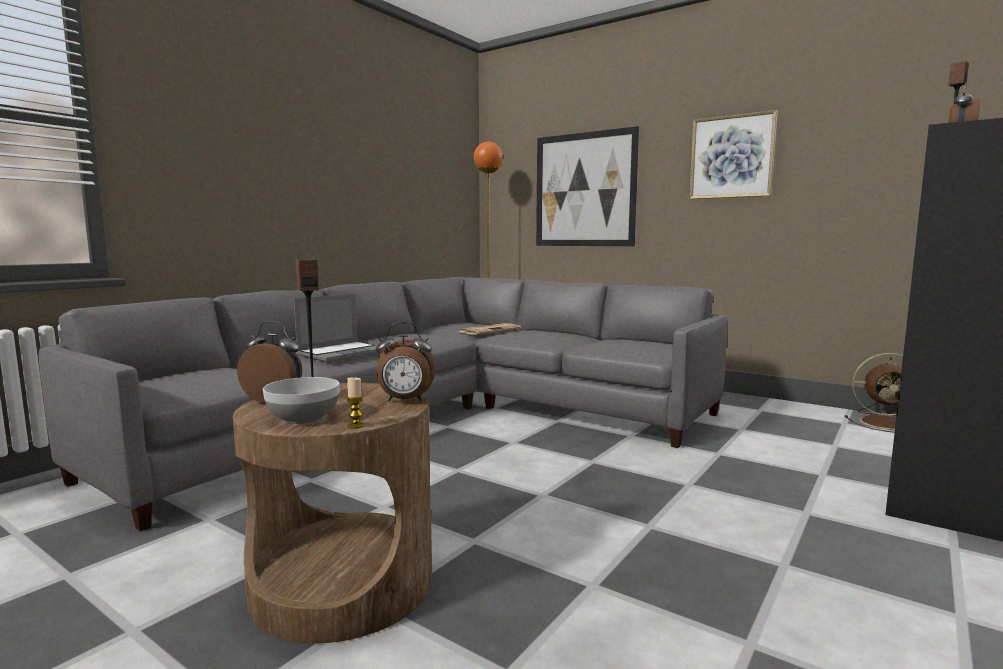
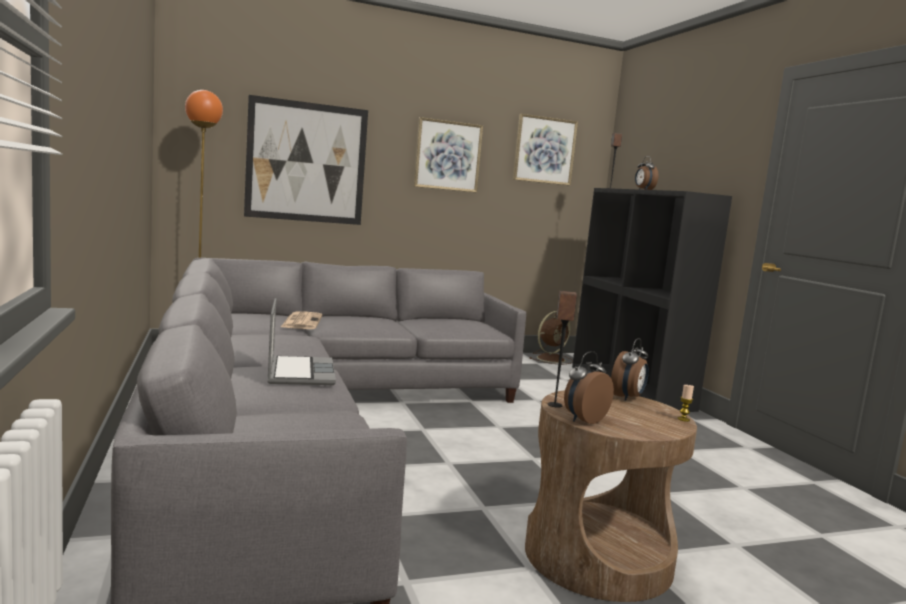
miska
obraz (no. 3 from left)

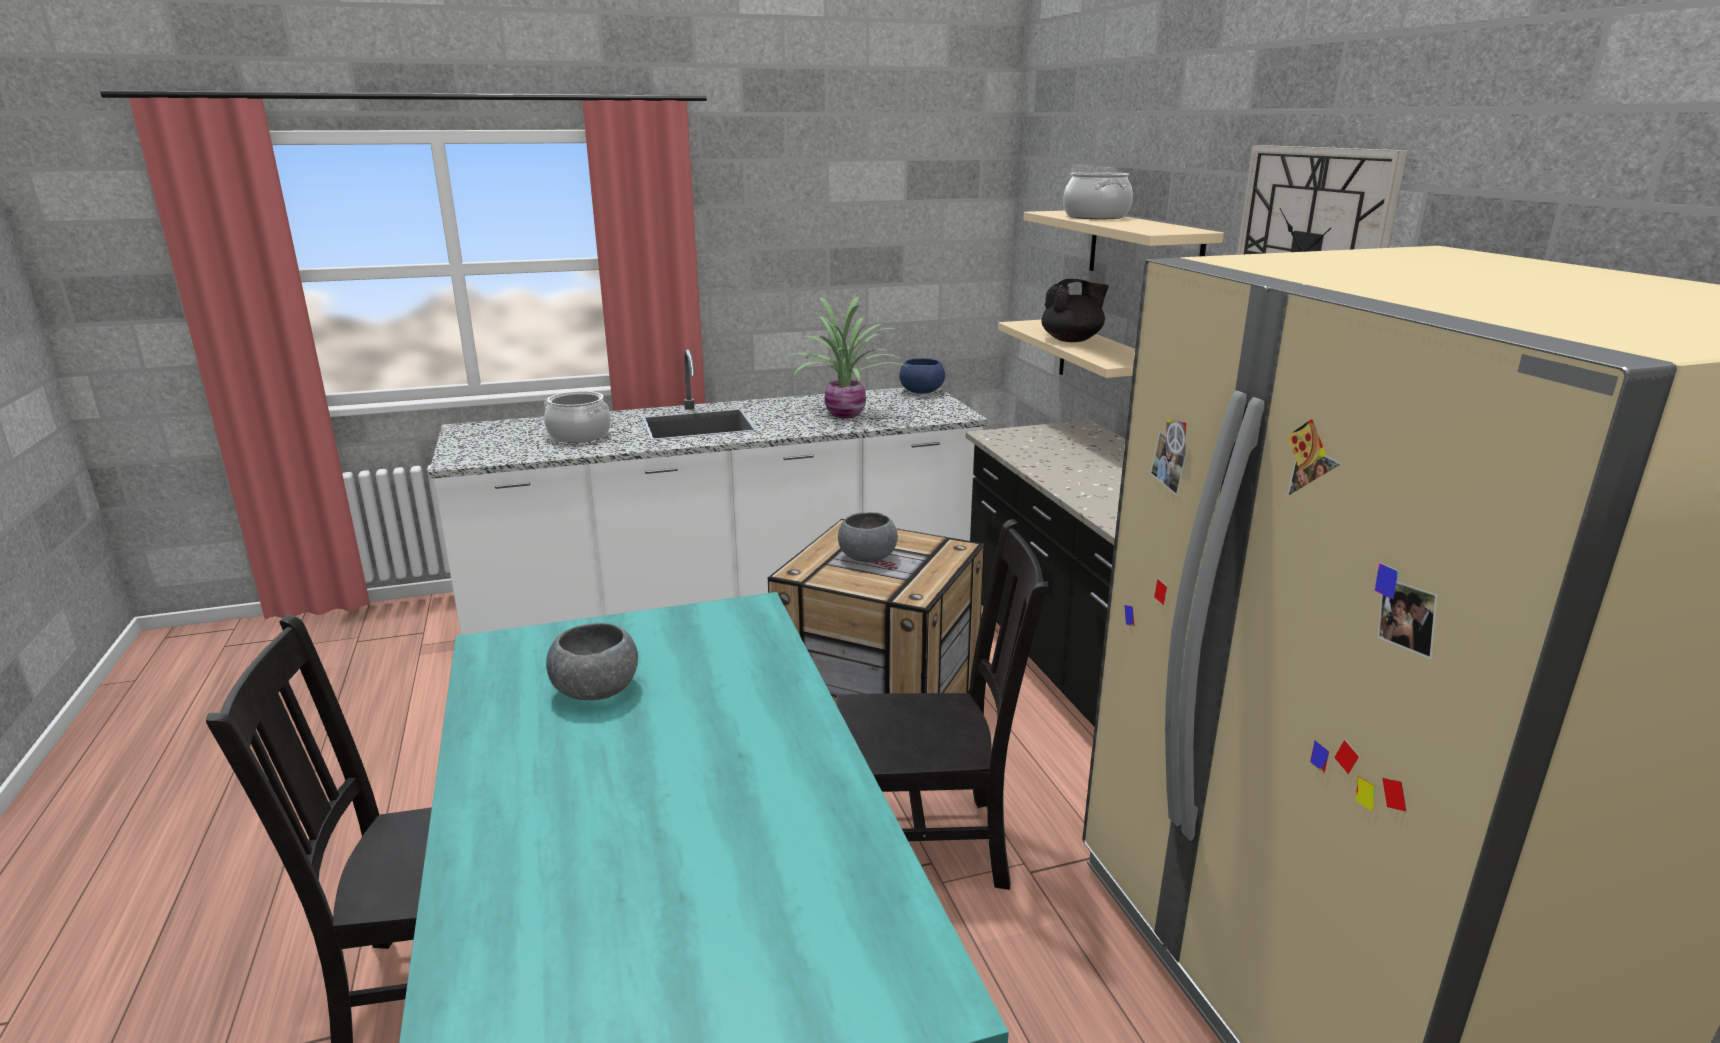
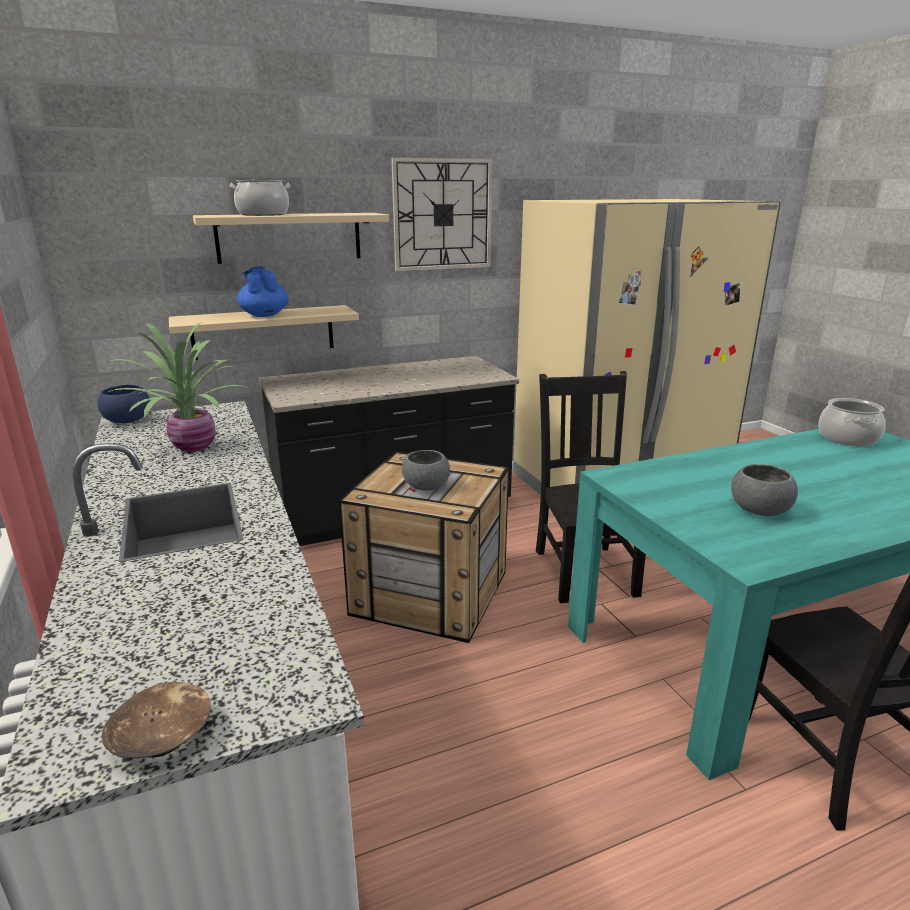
imbryk [niebieski]
garnek (no. 2 from left)
miska [brązowy]

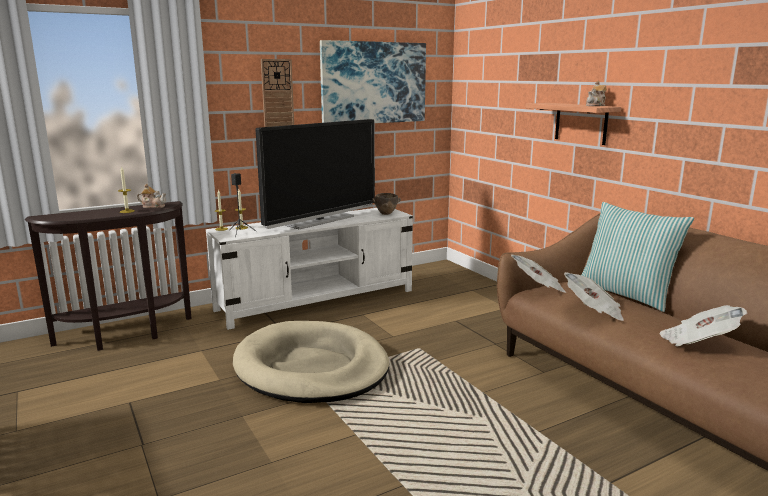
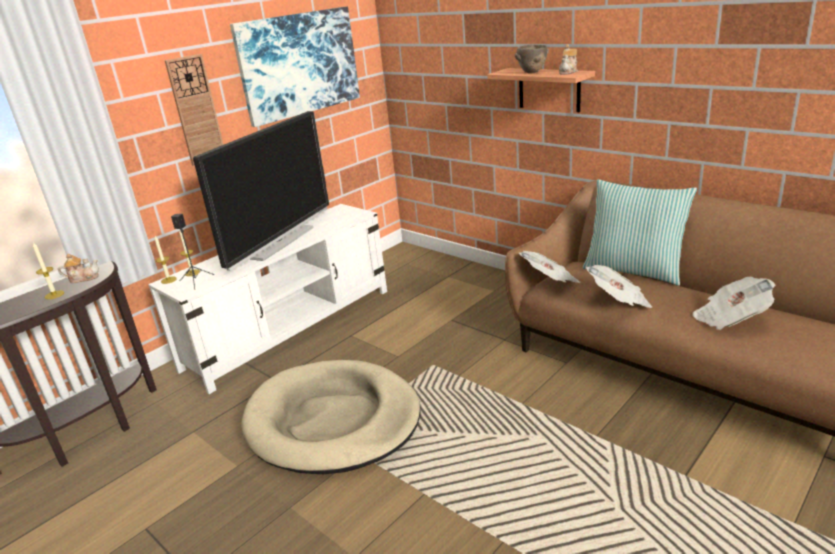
miska [brązowy]

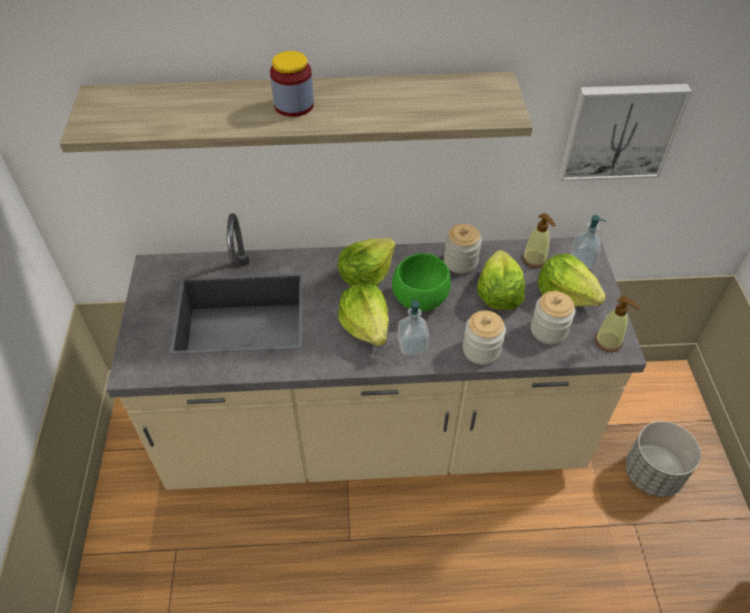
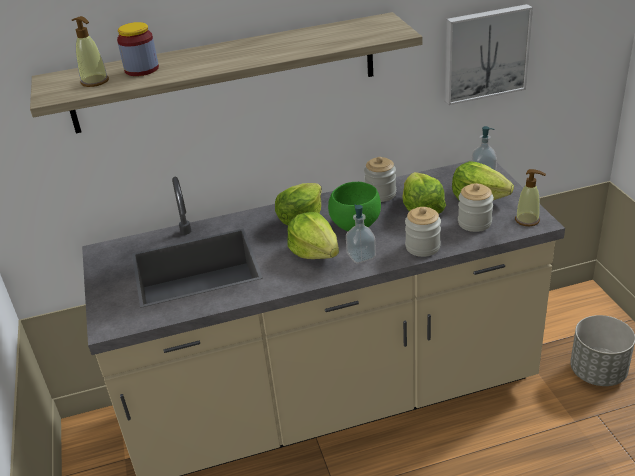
słoik (no. 1 from left)
dozownik mydła (no. 1 from left)

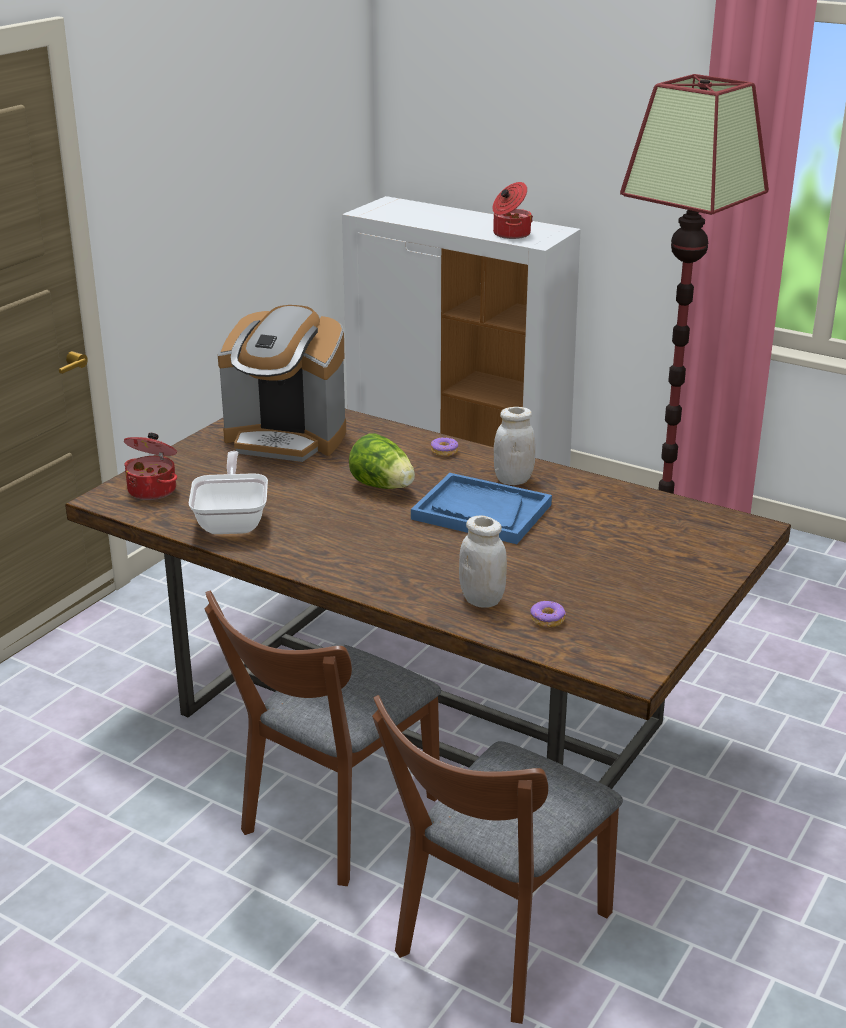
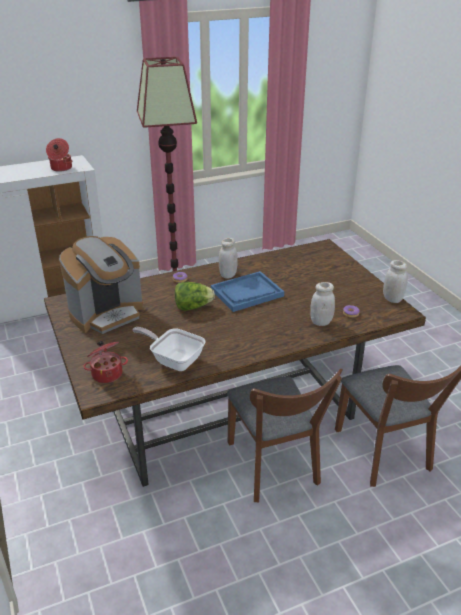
słoik [biały] (no. 3 from left)

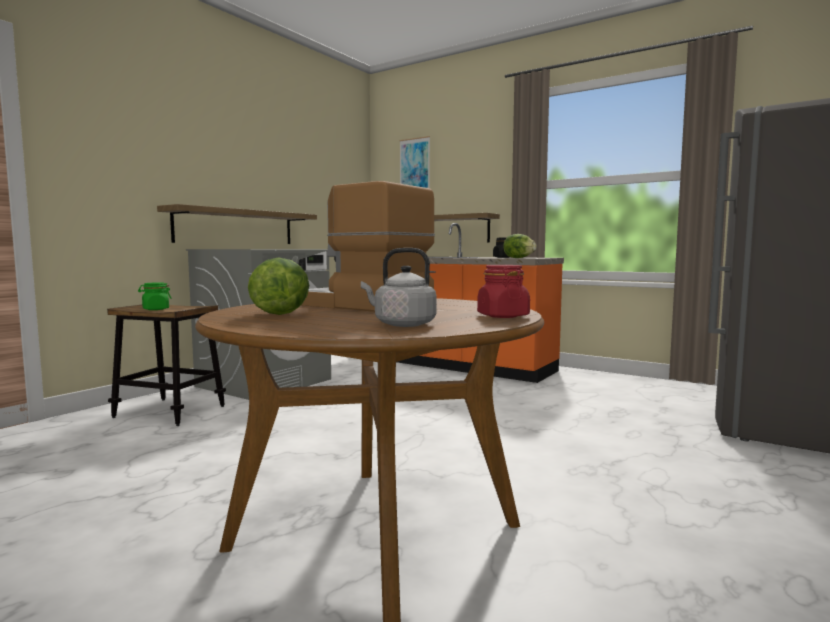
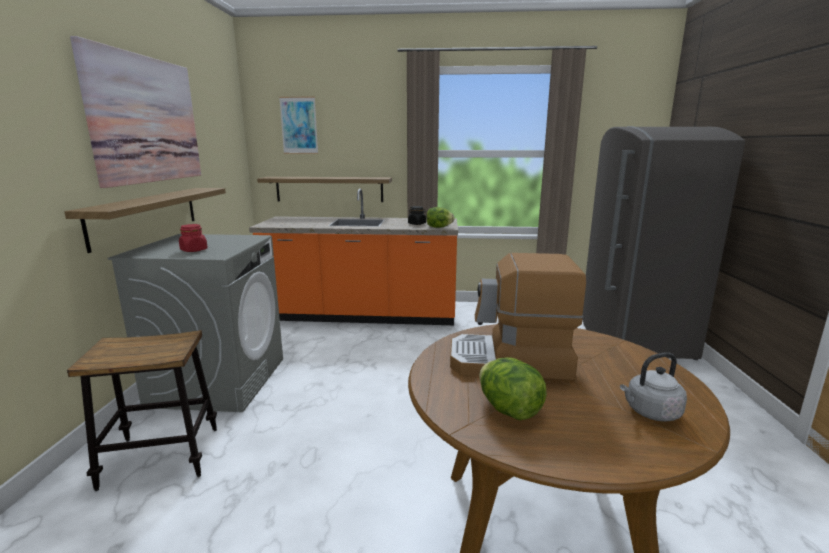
słoik [czerwony]
słoik [zielony]
obraz (no. 1 from left)

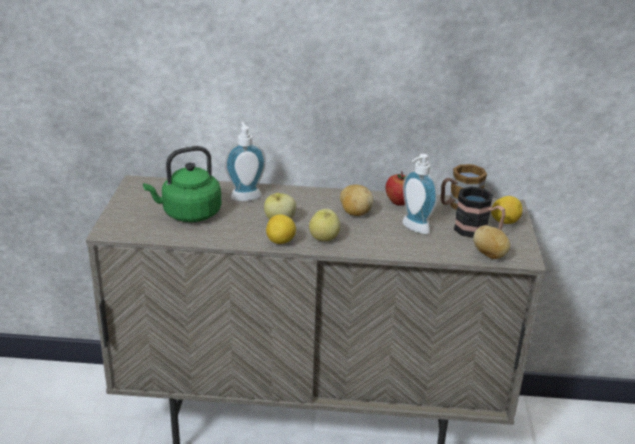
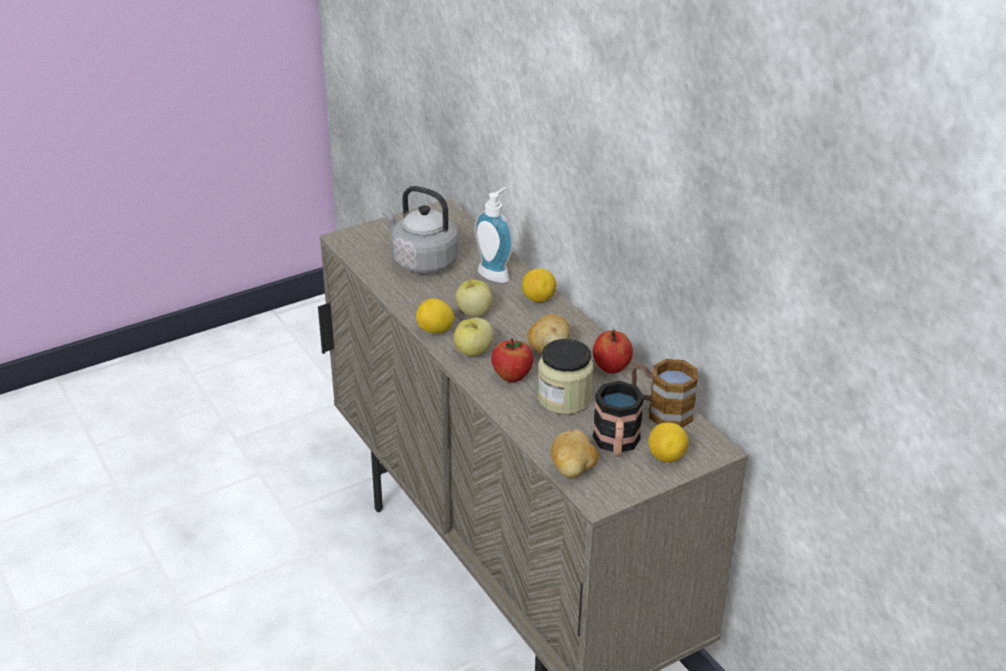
czajnik [szary]
słoik
cytryna (no. 2 from left)
jabłko (no. 3 from left)

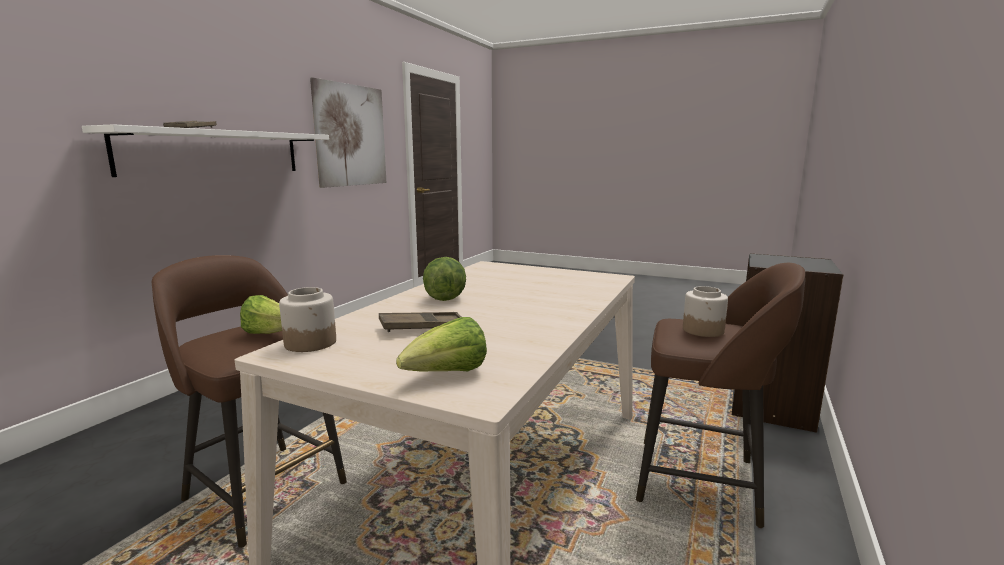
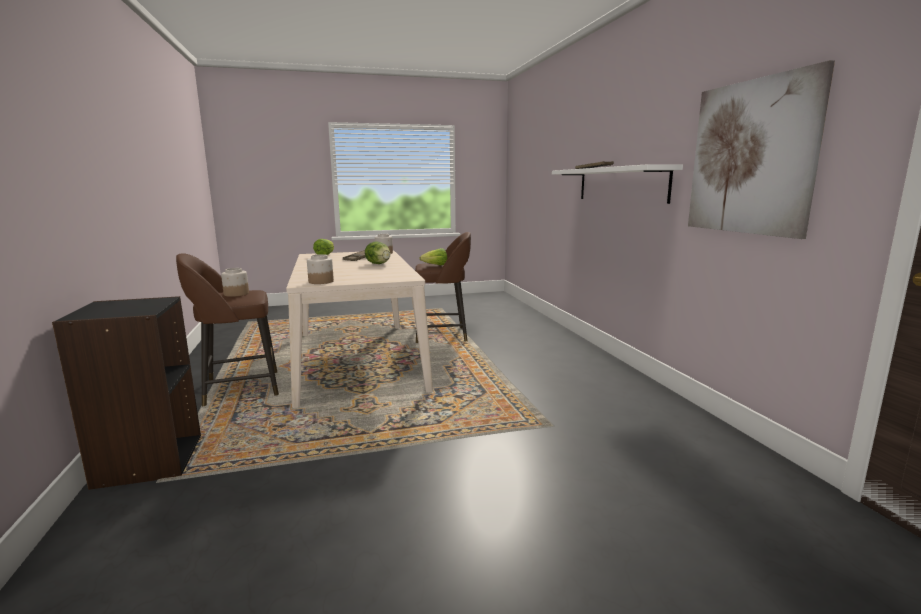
słoik (no. 2 from left)

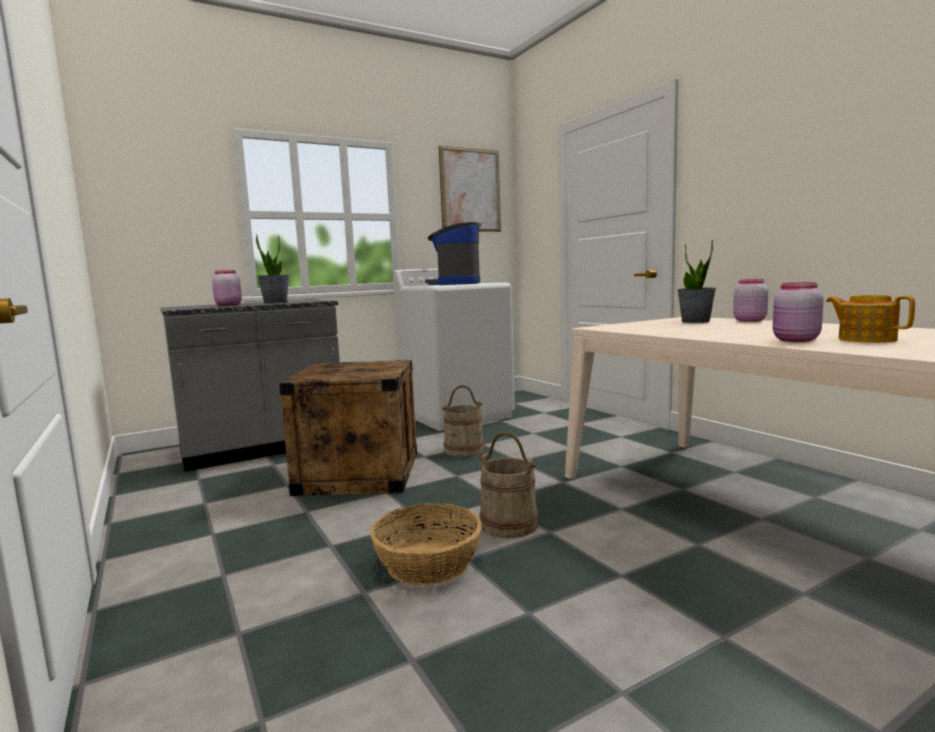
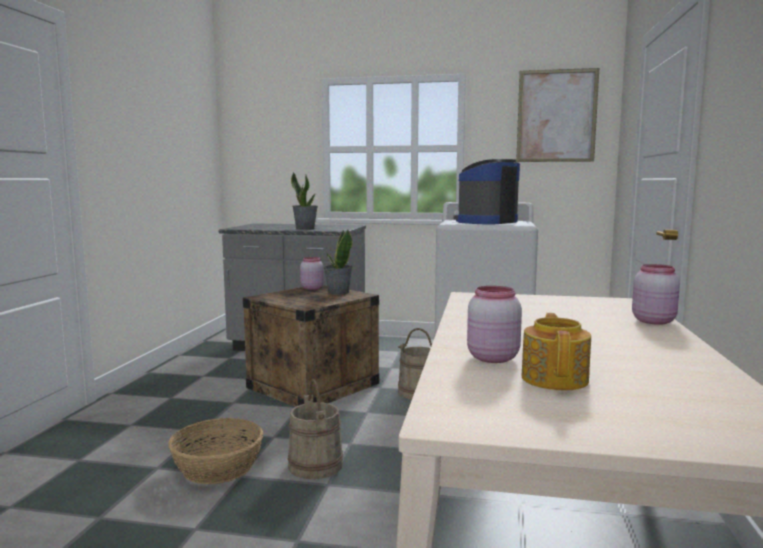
roślina doniczkowa (no. 2 from left)
słoik [różowy] (no. 1 from left)

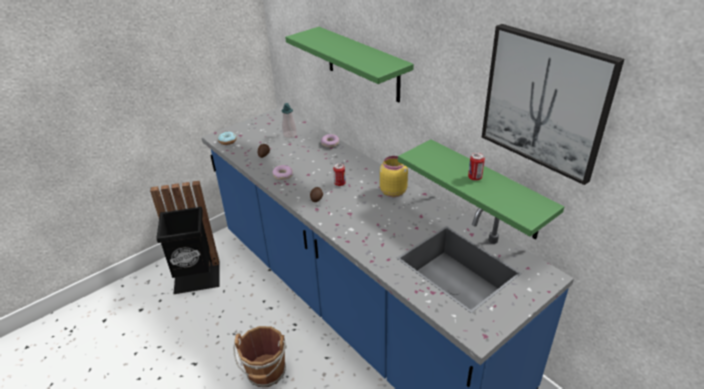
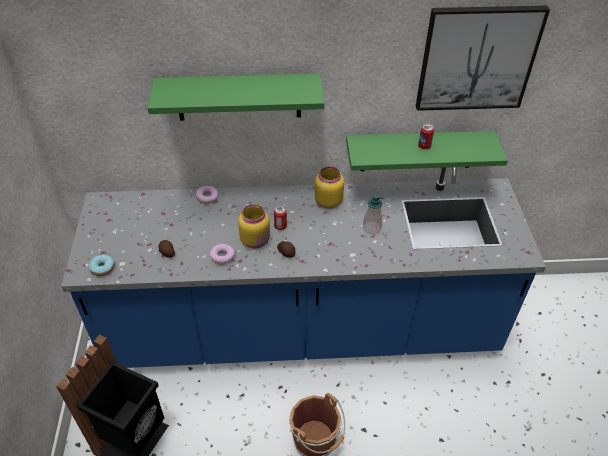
dozownik mydła
słoik [żółty] (no. 1 from left)

